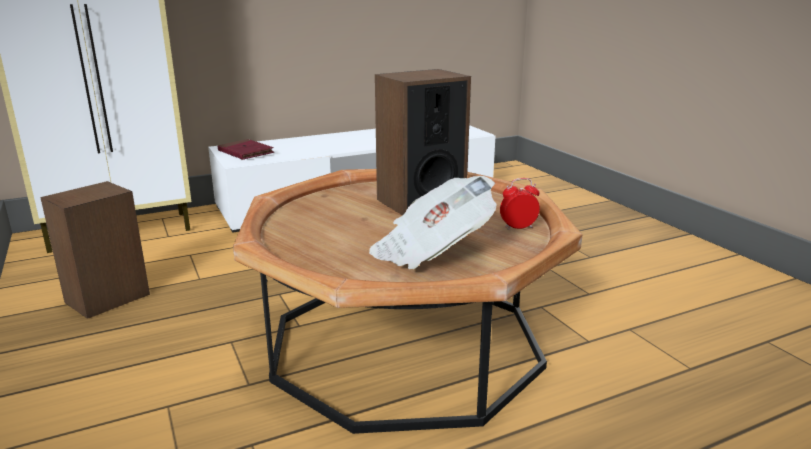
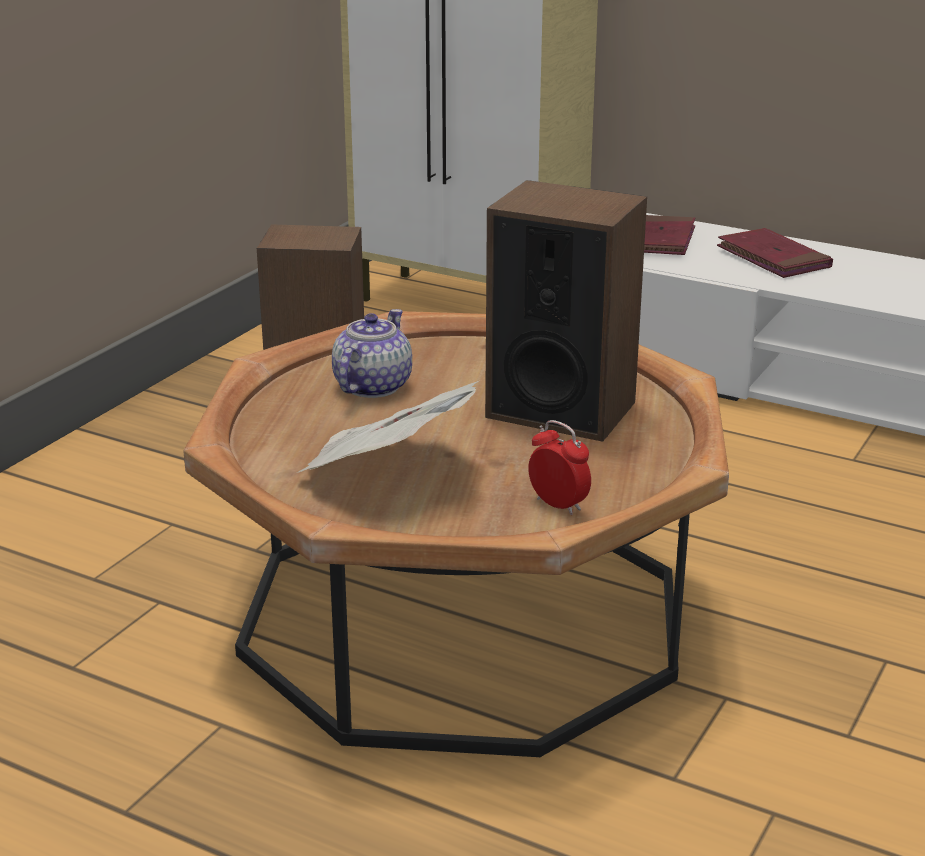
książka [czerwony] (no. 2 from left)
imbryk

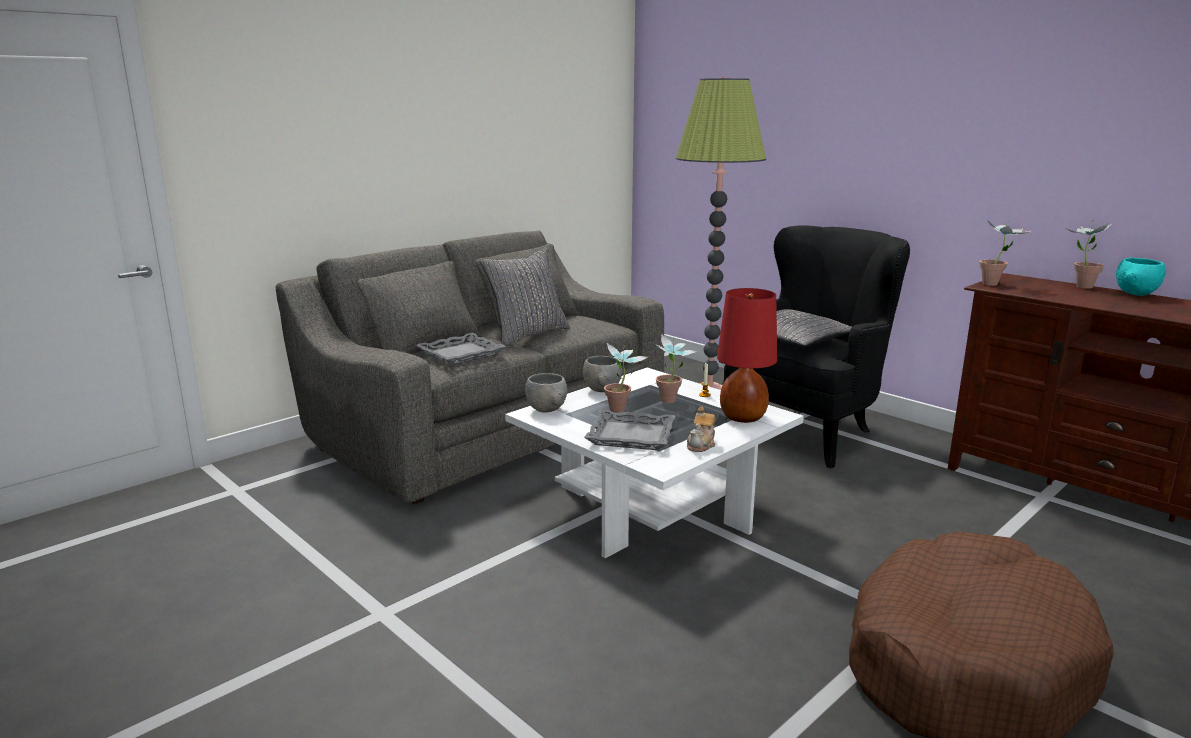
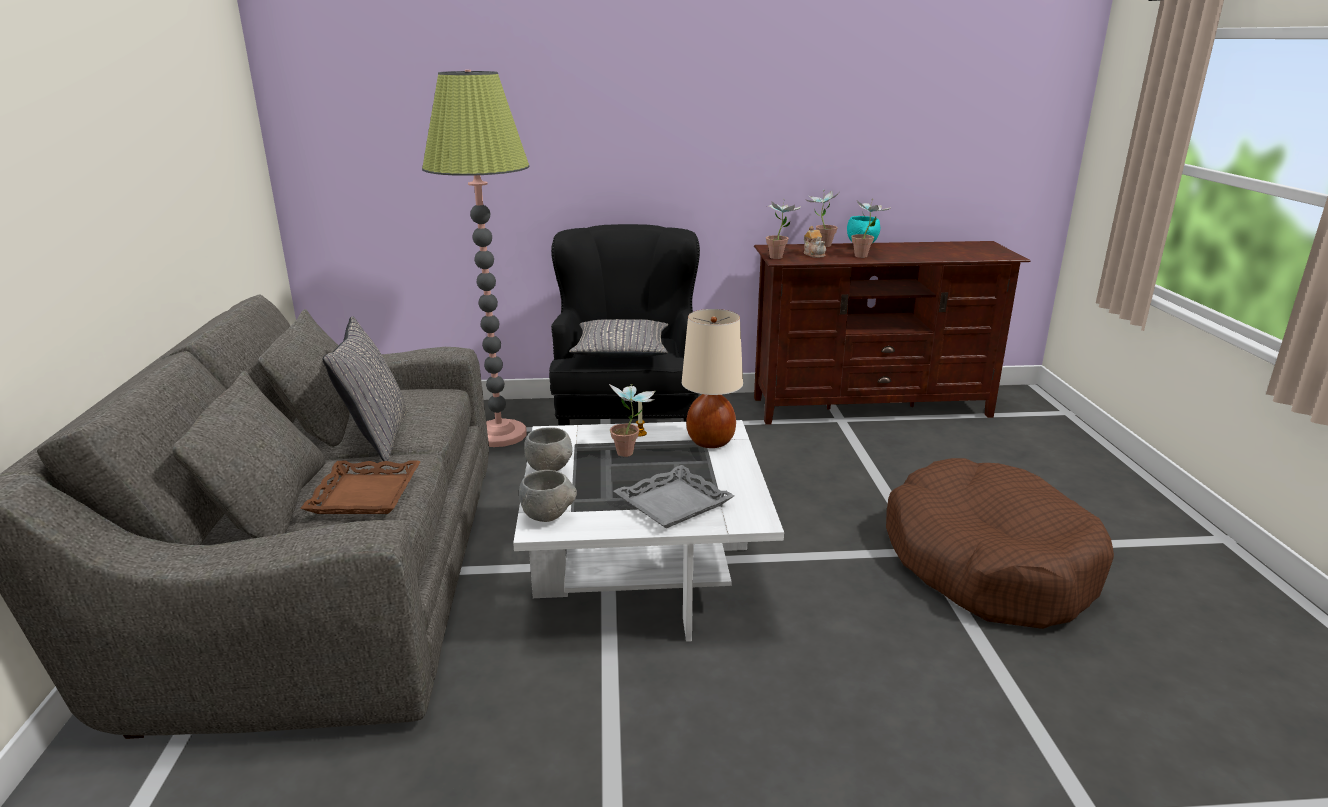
lampa stołowa [beżowy]
taca [brązowy]
roślina doniczkowa (no. 4 from left)
imbryk

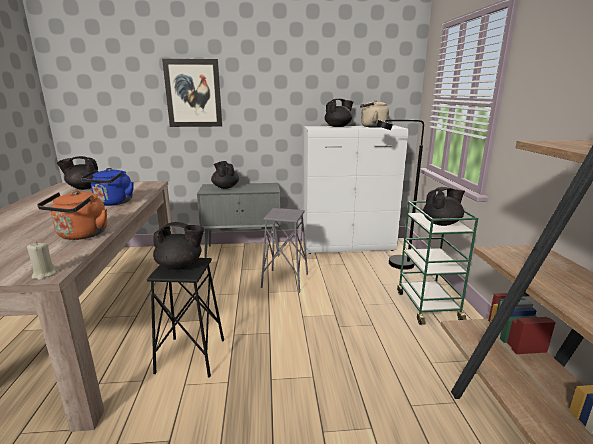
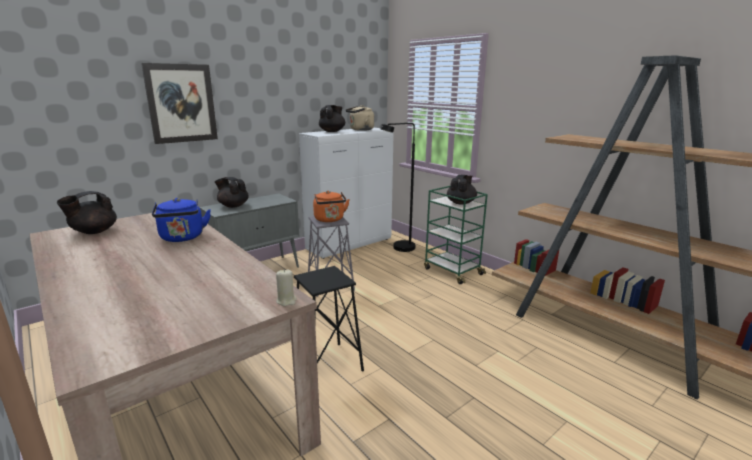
czajnik [pomarańczowy]
imbryk [czarny] (no. 2 from left in the first image)

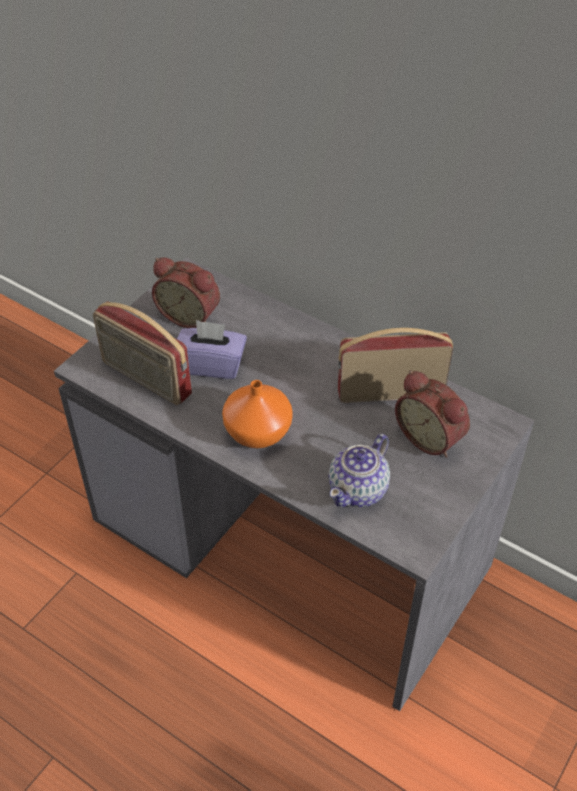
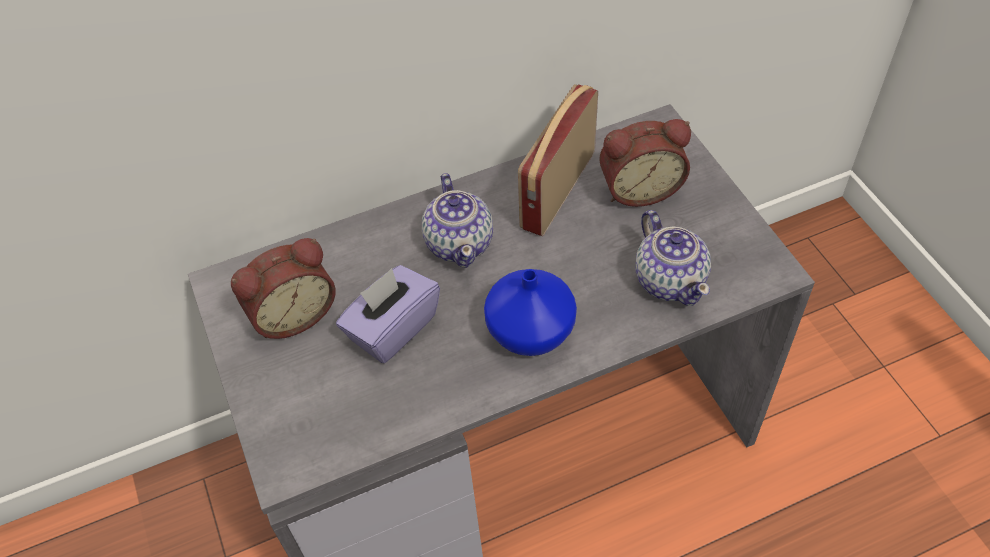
radio (no. 1 from left in the first image)
wazon [niebieski]
imbryk (no. 1 from left)

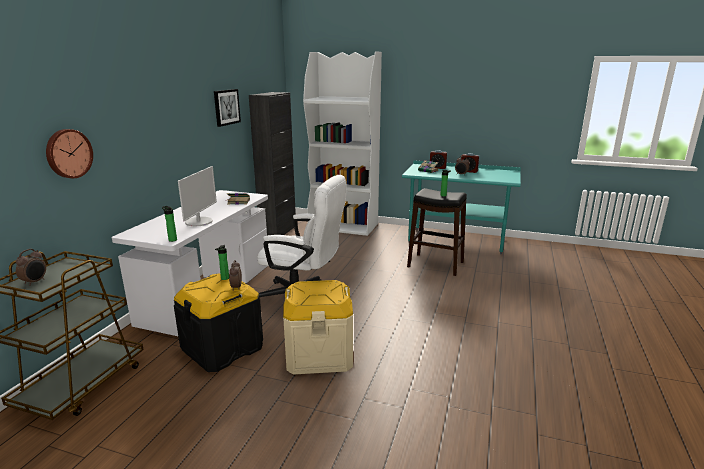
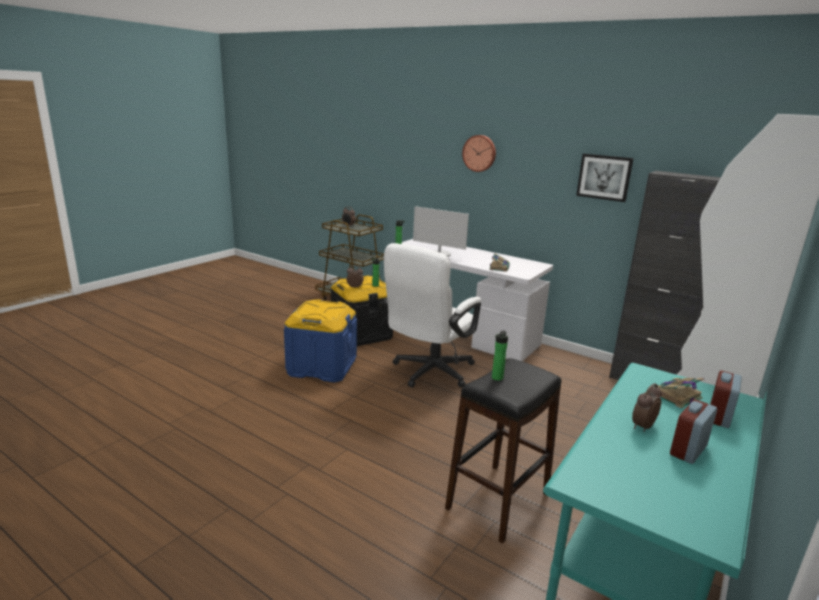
zegar ścienny
pojemnik do przechowywania [niebieski]

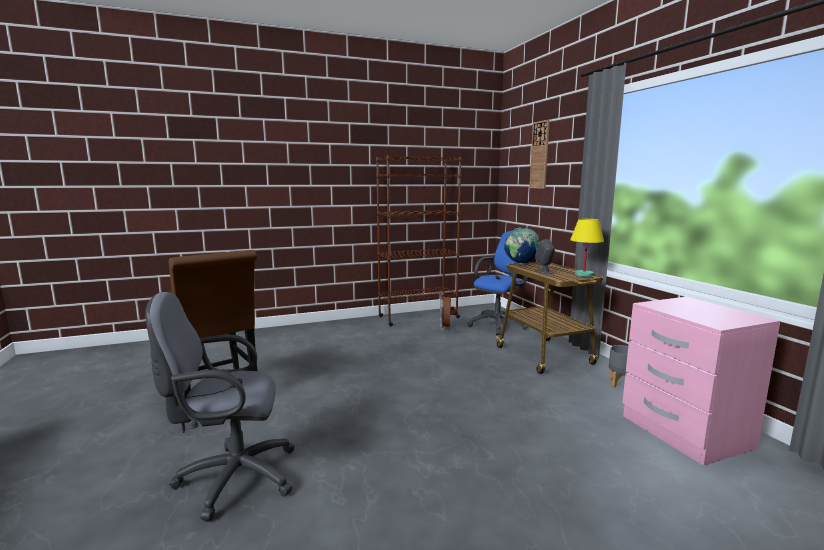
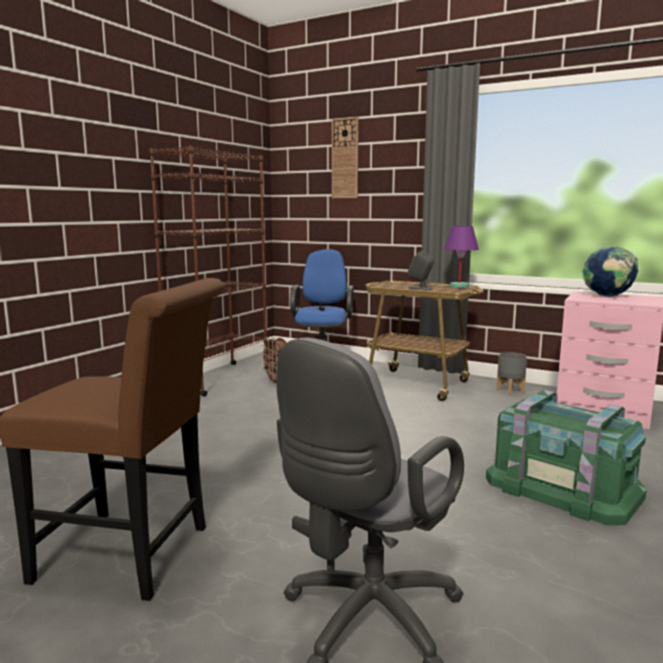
lampa stołowa [fioletowy]
globus
pojemnik do przechowywania [zielony]

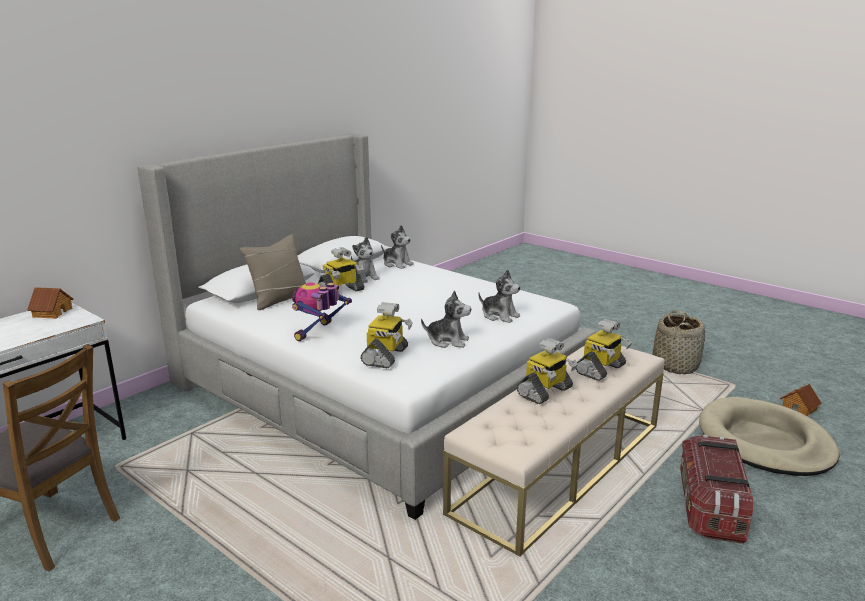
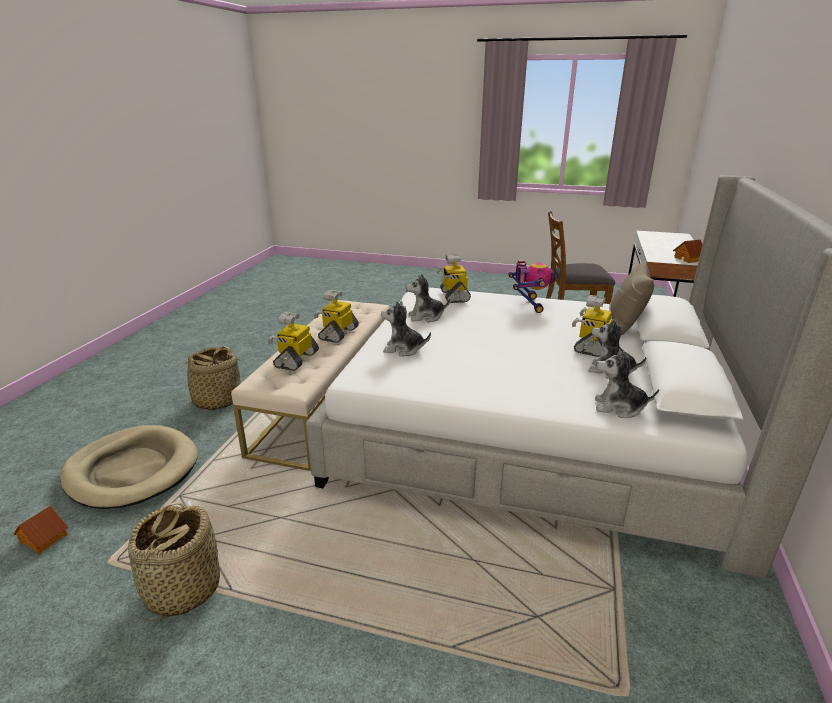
koszyk (no. 2 from left)

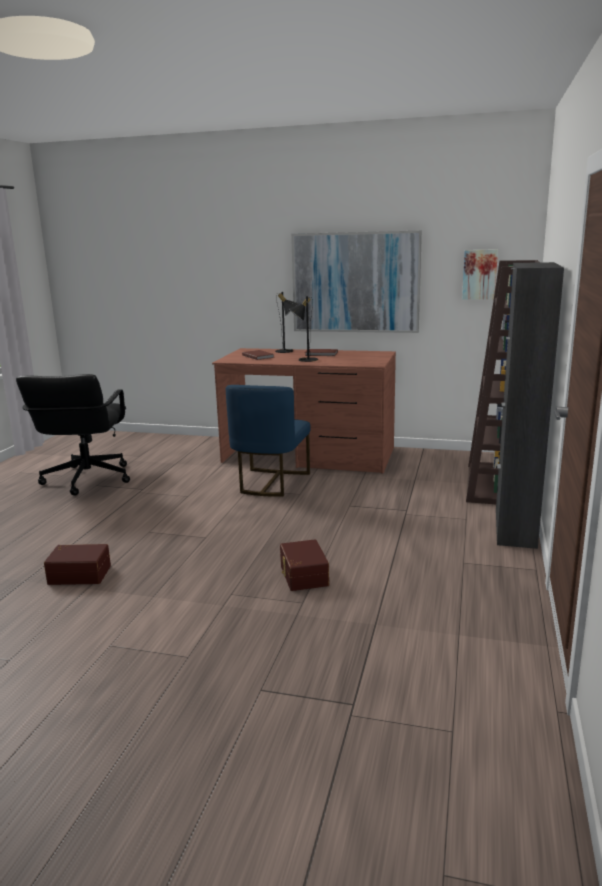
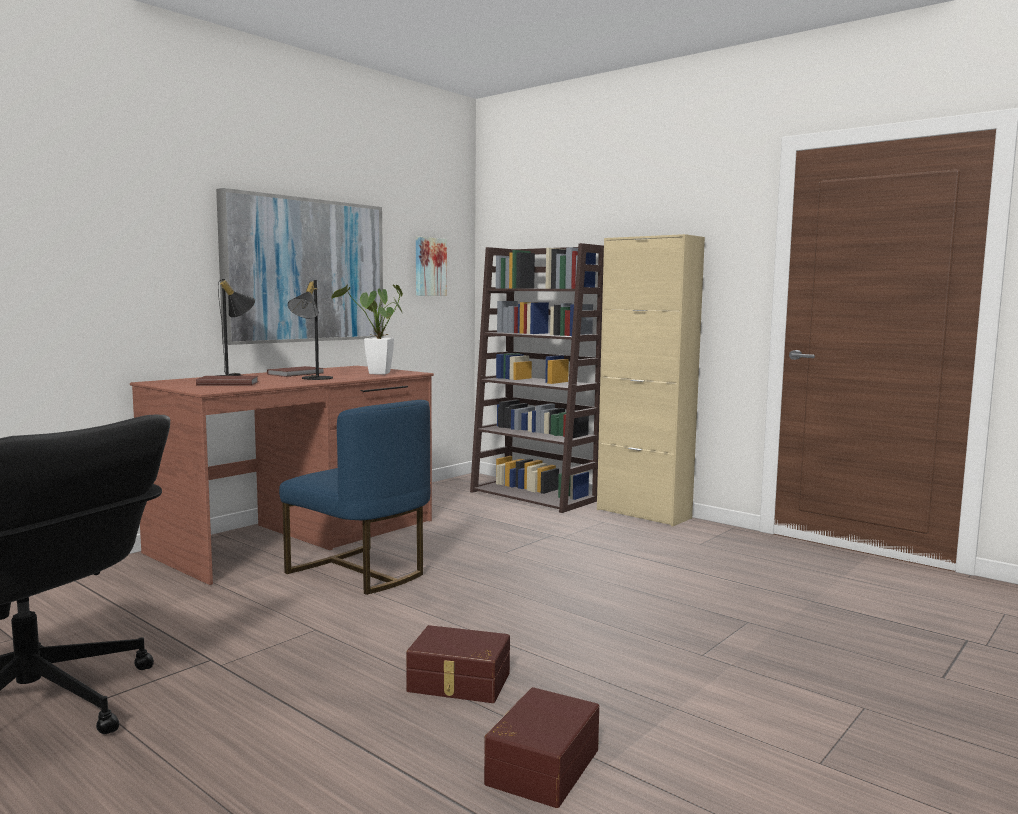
szafka [beżowy]
pojemnik do przechowywania [brązowy] (no. 1 from left)
roślina doniczkowa

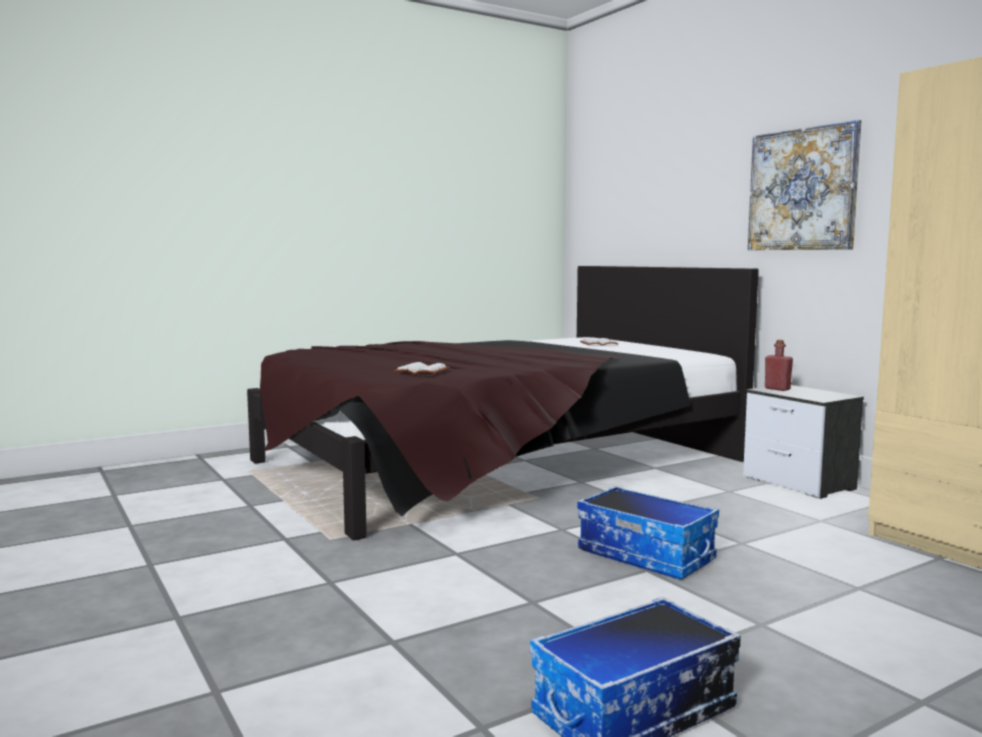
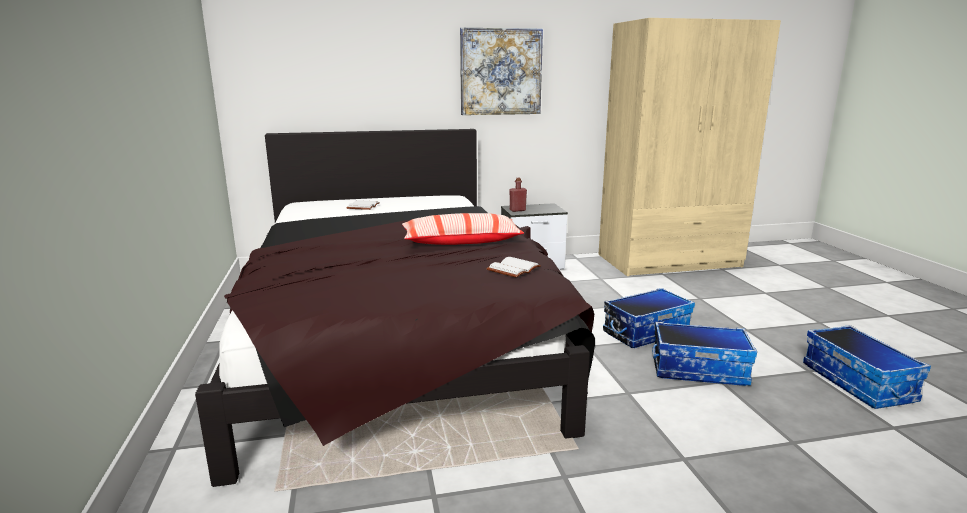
poduszka
pojemnik do przechowywania (no. 2 from left)

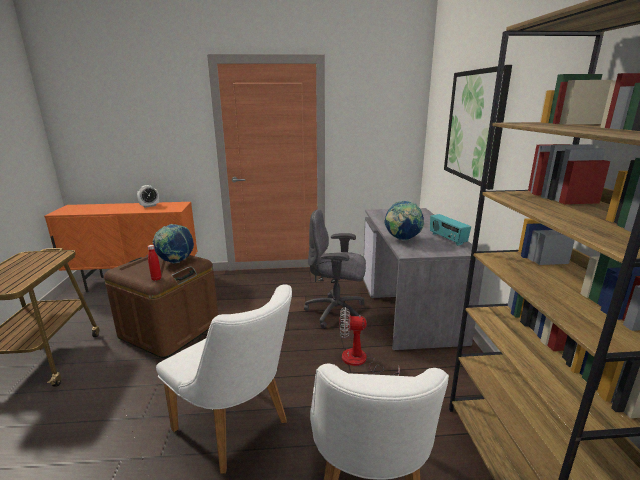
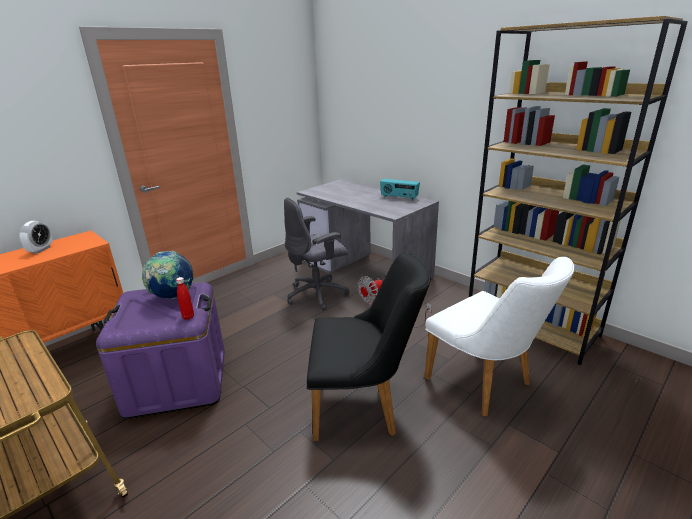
obraz
globus (no. 2 from left in the first image)
pojemnik do przechowywania [fioletowy]
krzesło [czarny]

